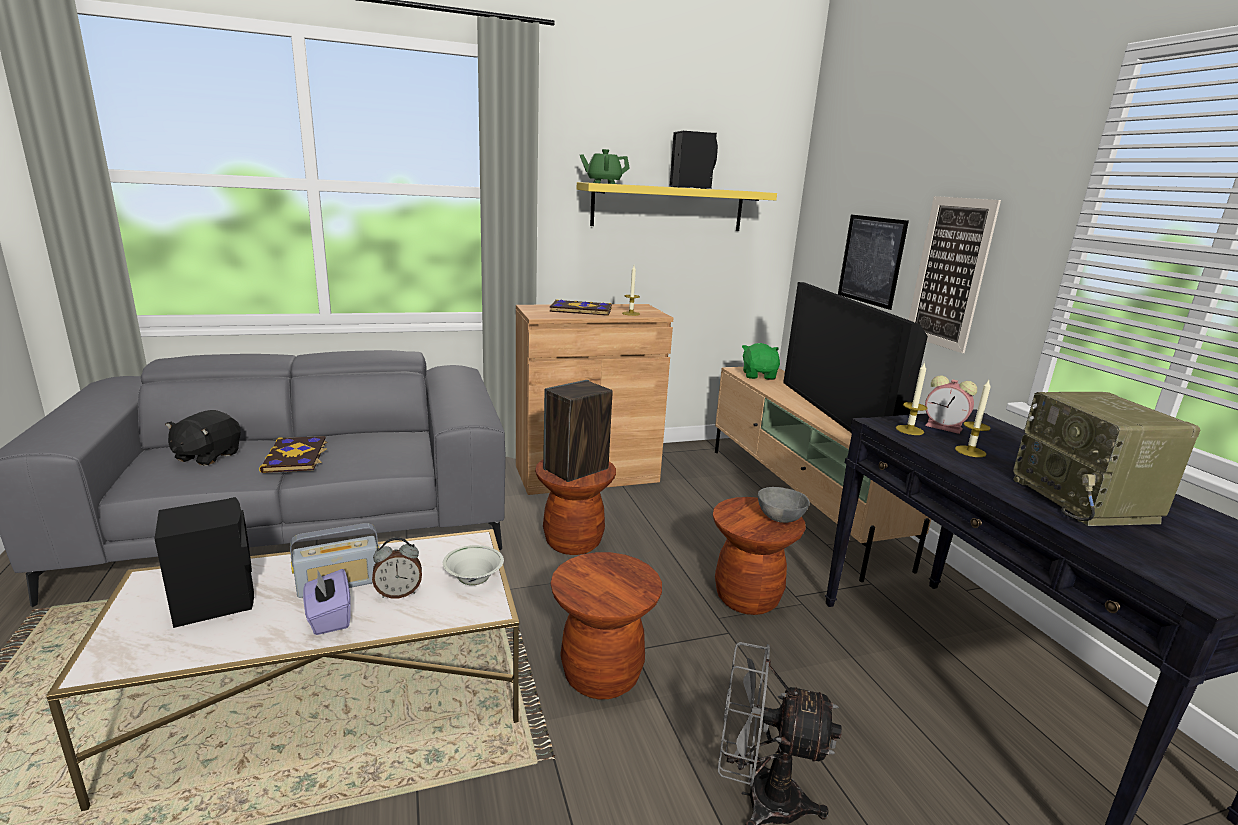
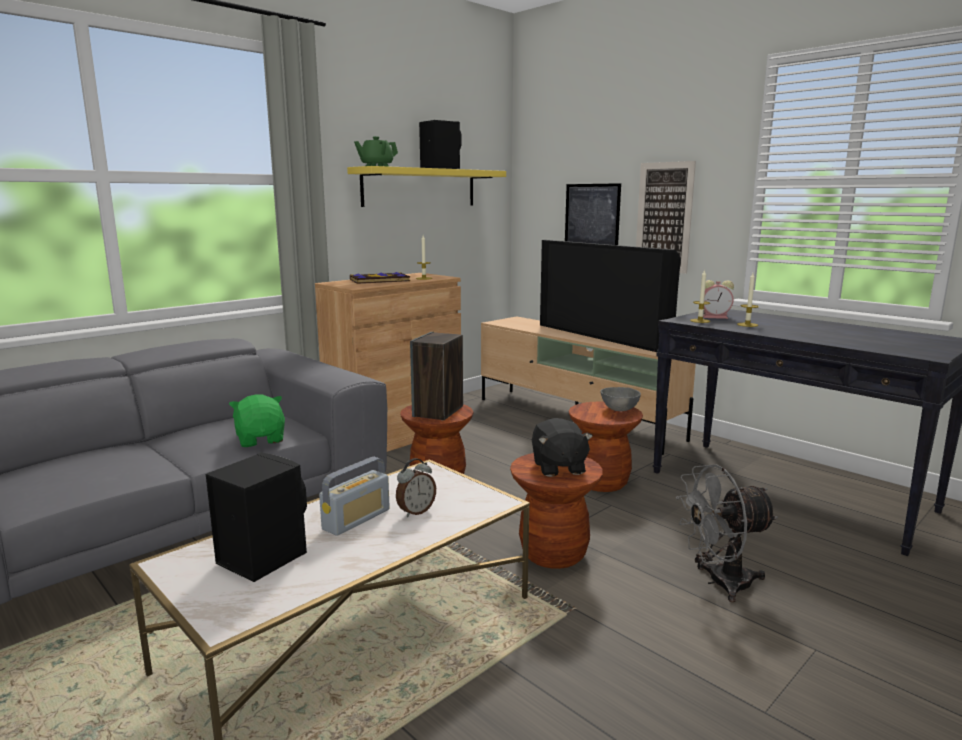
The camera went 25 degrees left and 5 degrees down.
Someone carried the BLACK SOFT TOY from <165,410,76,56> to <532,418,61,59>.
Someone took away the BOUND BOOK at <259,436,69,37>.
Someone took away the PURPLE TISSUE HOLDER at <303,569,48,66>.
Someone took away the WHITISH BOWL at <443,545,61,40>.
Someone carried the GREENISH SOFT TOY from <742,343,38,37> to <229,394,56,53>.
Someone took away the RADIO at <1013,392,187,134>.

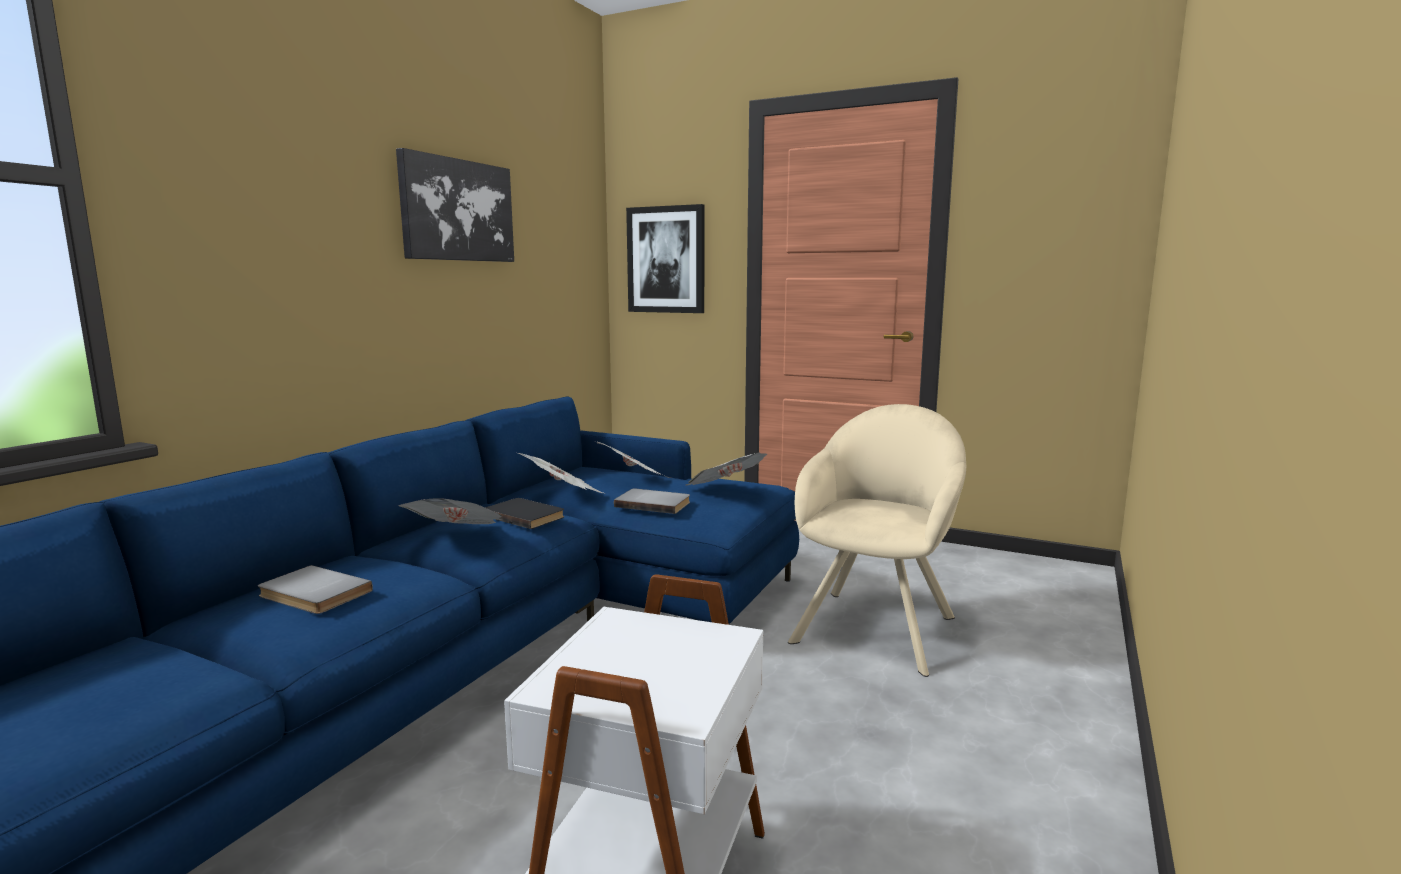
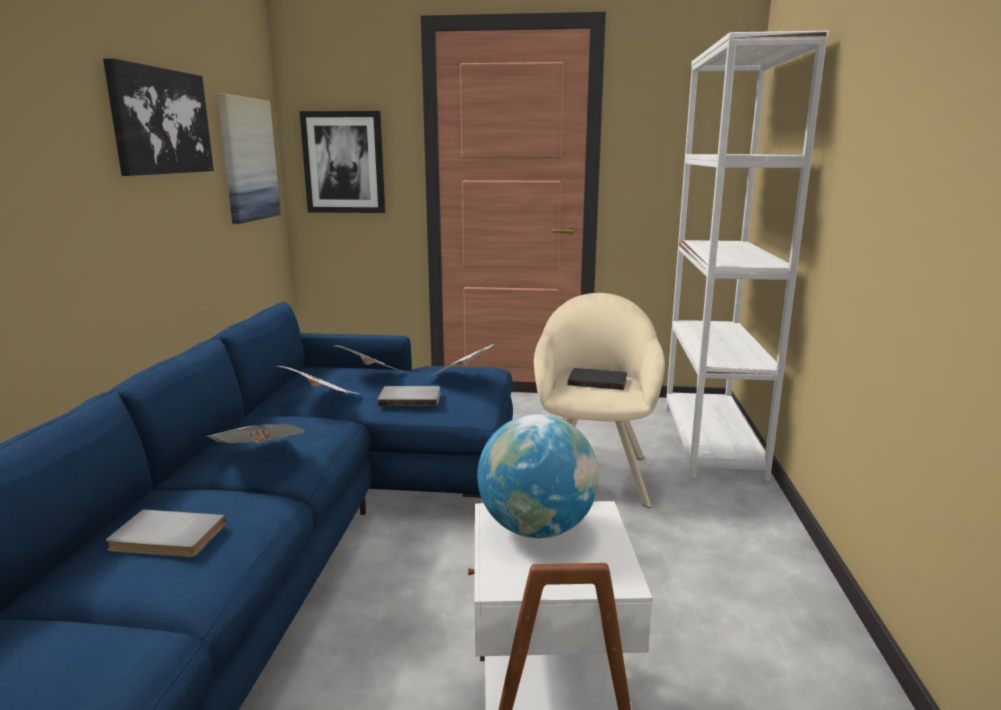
The camera went 20 degrees left and 5 degrees up.
Someone carried the BLACK BOUND BOOK from <485,498,79,31> to <568,368,59,22>.
Someone put up the PICTURE at <218,94,63,130>.
Someone put down the WORLD GLOBE at <477,414,122,124>.
Someone put down the WHITISH BOOKCASE at <666,31,163,451>.

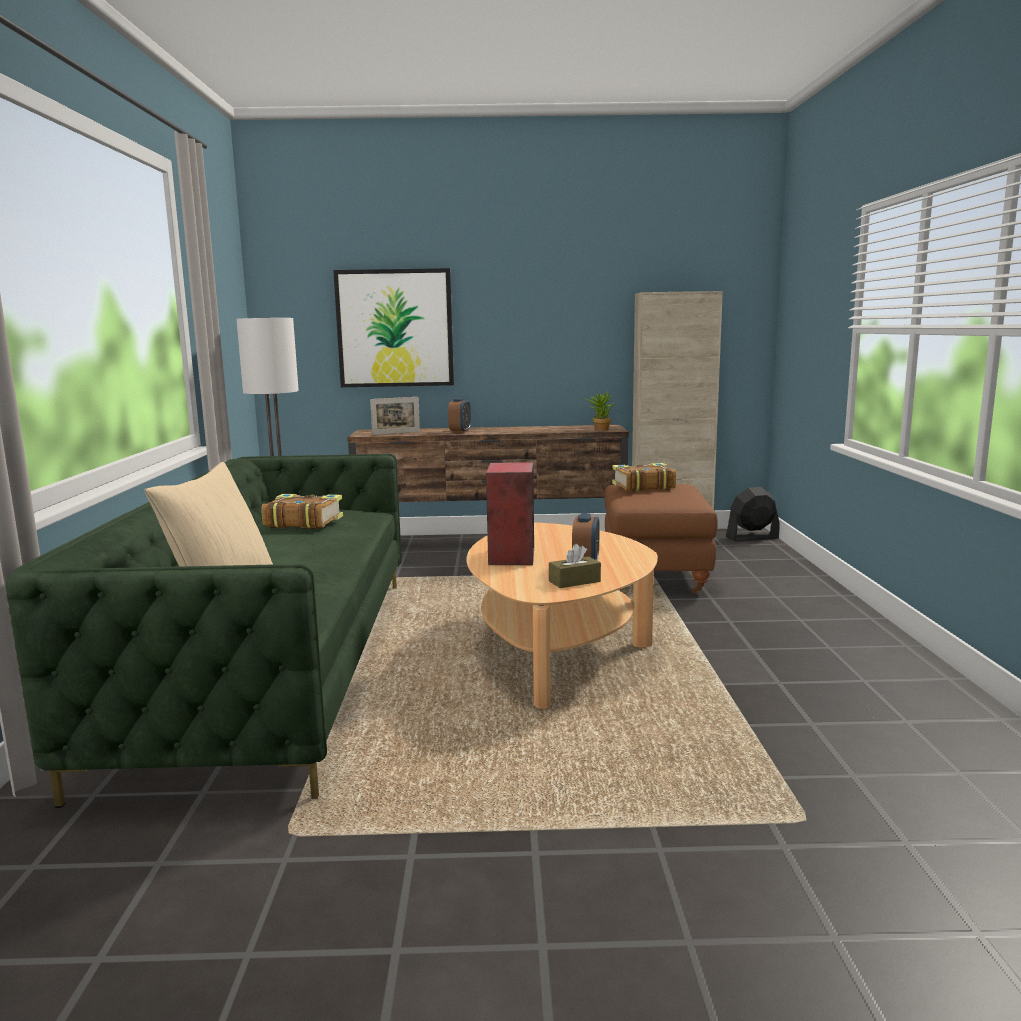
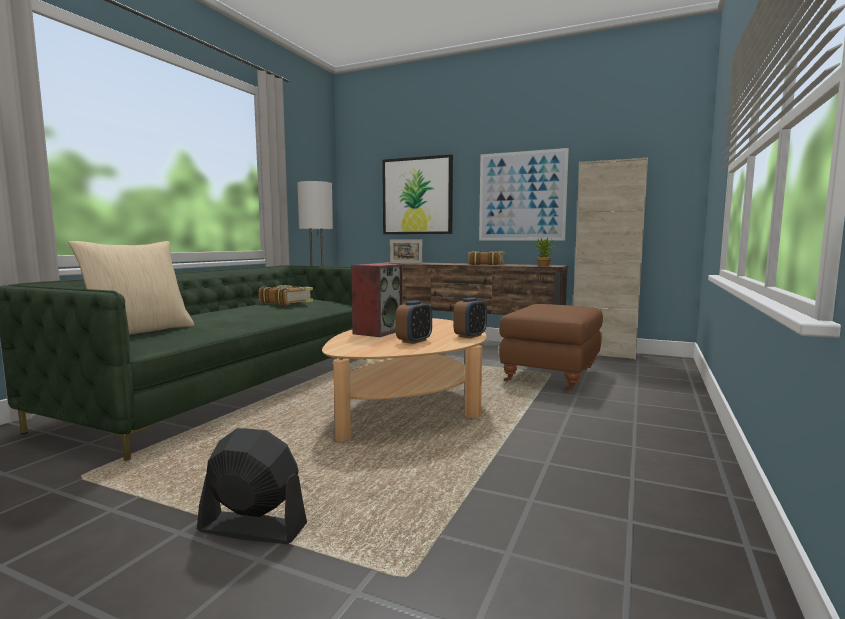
The camera went 25 degrees right and 5 degrees down.
Someone carried the TABLE CLOCK from <448,398,23,35> to <453,297,34,42>.
Someone took away the BROWN TISSUE HOLDER at <549,544,52,44>.
Someone carried the BOUND BOOK from <612,463,64,29> to <468,251,37,14>.
Someone carried the BLACK ELECTRIC FAN from <726,487,54,55> to <197,428,110,116>.
Someone put up the PICTURE at <479,148,90,93>.

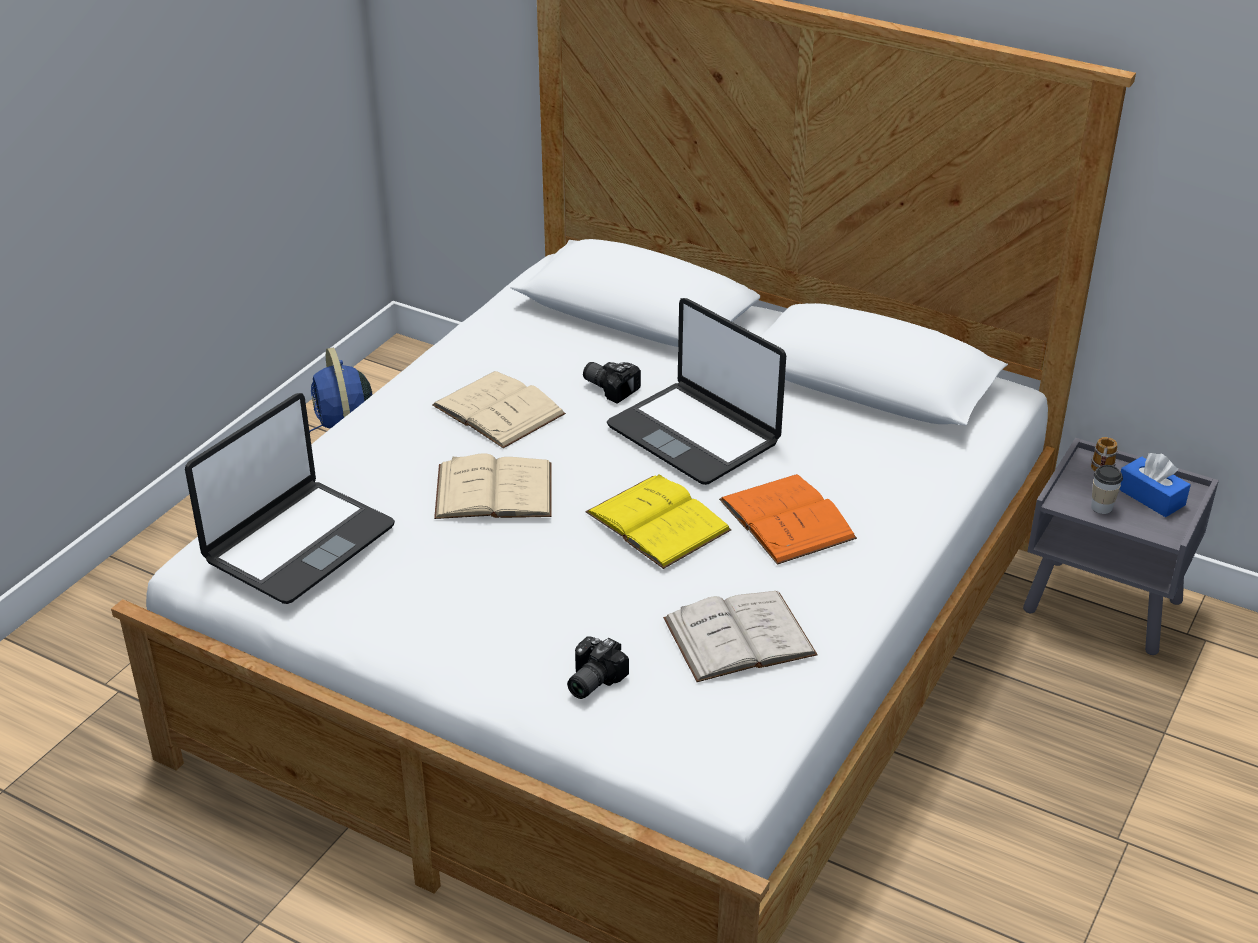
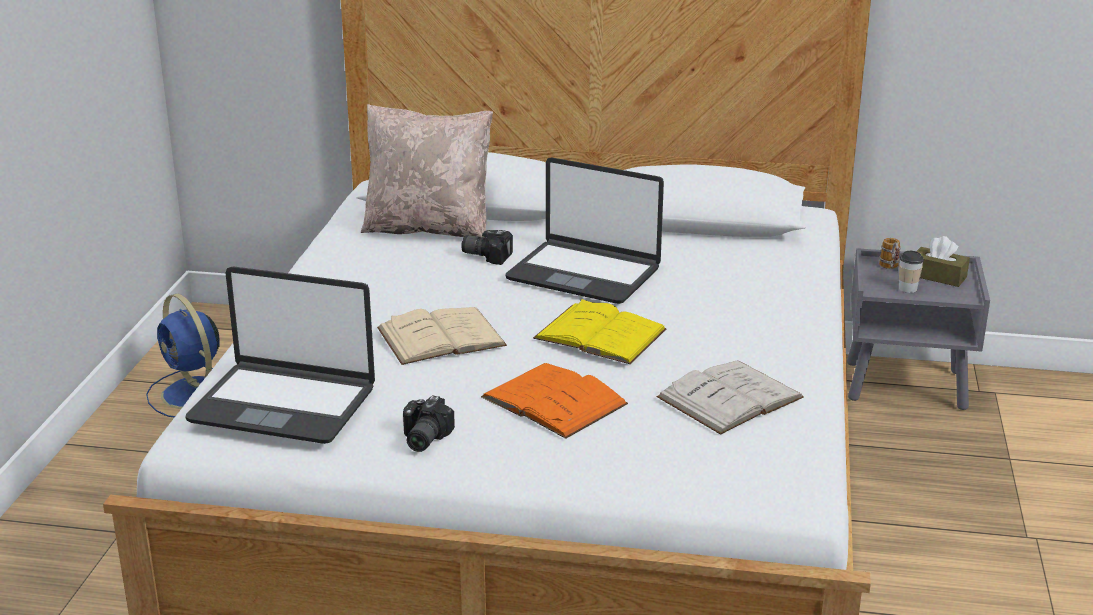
The camera went 20 degrees left and 10 degrees down.
Someone rotated the NOTEBOOK COMPUTER at <185,393,210,211> by 90 degrees clockwise.
Someone took away the BEIGE-COLOURED BOUND BOOK at <432,371,134,77>.
Someone carried the PHOTO CAMERA from <567,636,62,63> to <403,395,52,57>.
Someone carried the ORANGEY BOUND BOOK from <719,474,138,91> to <481,363,147,76>.
Someone repainted the BLUE-COLOURED TISSUE HOLDER at <1119,453,72,64>, which became the BROWN TISSUE HOLDER at <916,236,54,51>.
Someone put down the BEIGE-COLOURED CUSHION at <361,104,132,134>.

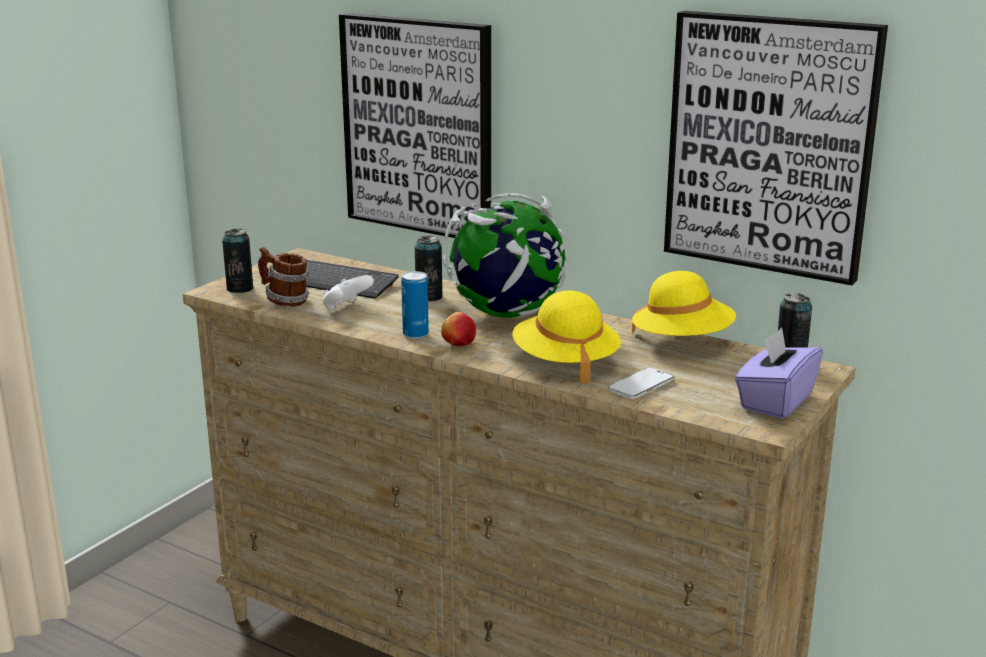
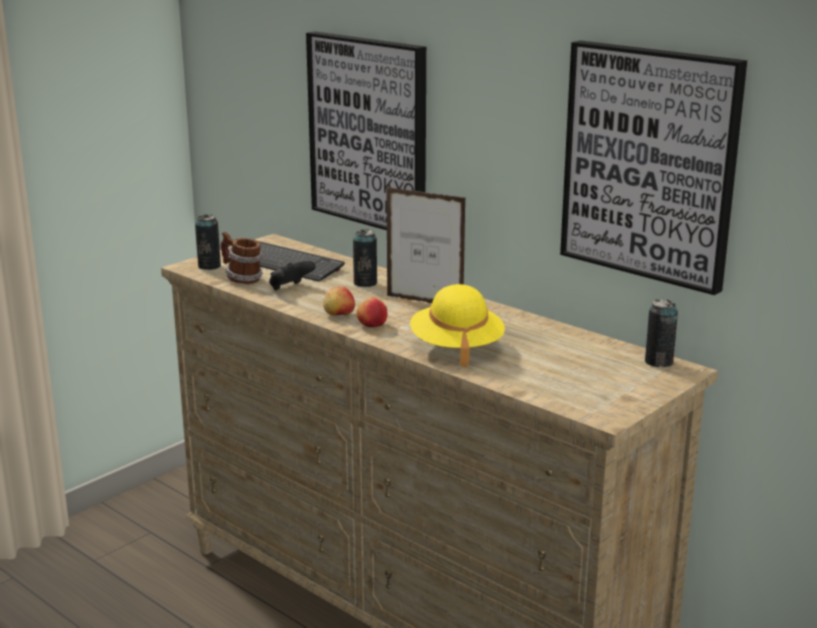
The camera went 10 degrees right and 0 degrees up.
Someone repainted the WHITISH GAMEPAD at <322,275,52,36>, which became the BLACK GAMEPAD at <269,261,47,29>.
Someone swapped the SEALED CAN at <401,271,28,68> for the WHOLE APPLE at <323,287,32,28>.
Someone swapped the WORLD GLOBE at <443,193,124,125> for the PICTURE FRAME at <386,187,80,116>.
Someone took away the TELEPHONE at <608,367,66,32>.
Someone took away the YELLOWISH WEARABLE HAT at <632,271,104,65>.
Someone took away the PURPLE TISSUE HOLDER at <735,328,88,91>.

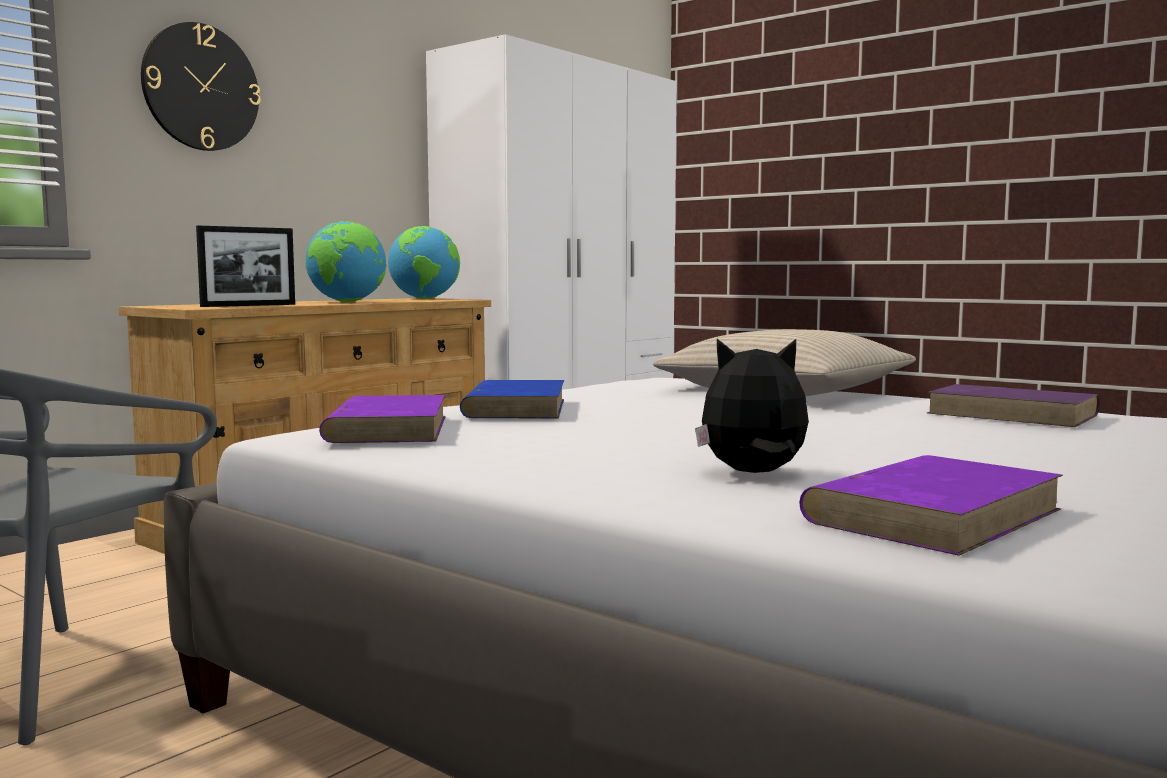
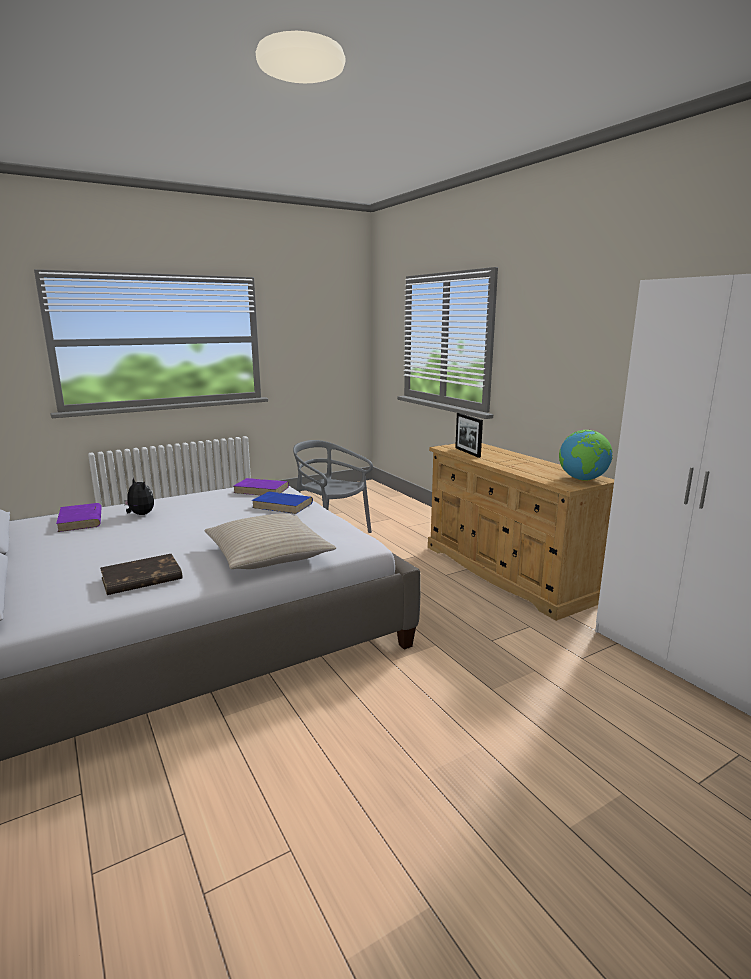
The camera went 110 degrees right and 10 degrees up.
Someone took away the HANGING CLOCK at <141,22,120,129>.
Someone took away the WORLD GLOBE at <306,221,81,81>.
Someone rotated the SOFT TOY at <695,339,114,134> by 75 degrees counterclockwise.
Someone repainted the PURPLE BOUND BOOK at <927,384,173,43>, which became the BROWN BOUND BOOK at <100,554,83,41>.

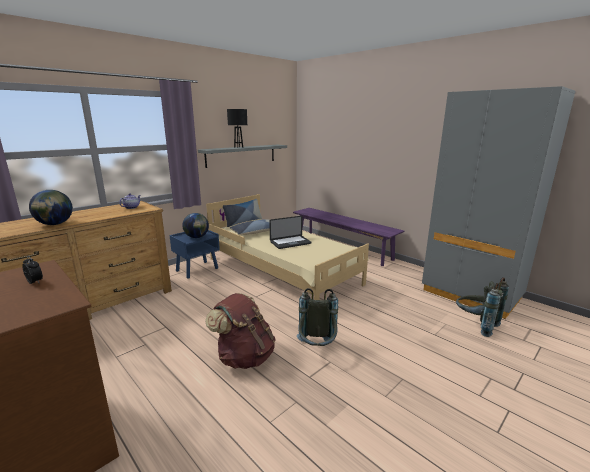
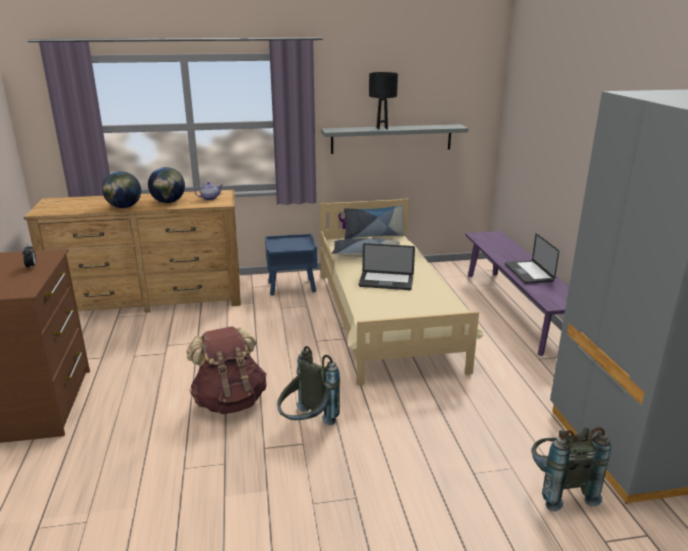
The camera went 35 degrees right and 5 degrees up.
Someone carried the WORLD GLOBE from <182,213,27,25> to <148,167,37,36>.
Someone put down the NOTEBOOK COMPUTER at <505,233,54,51>.

